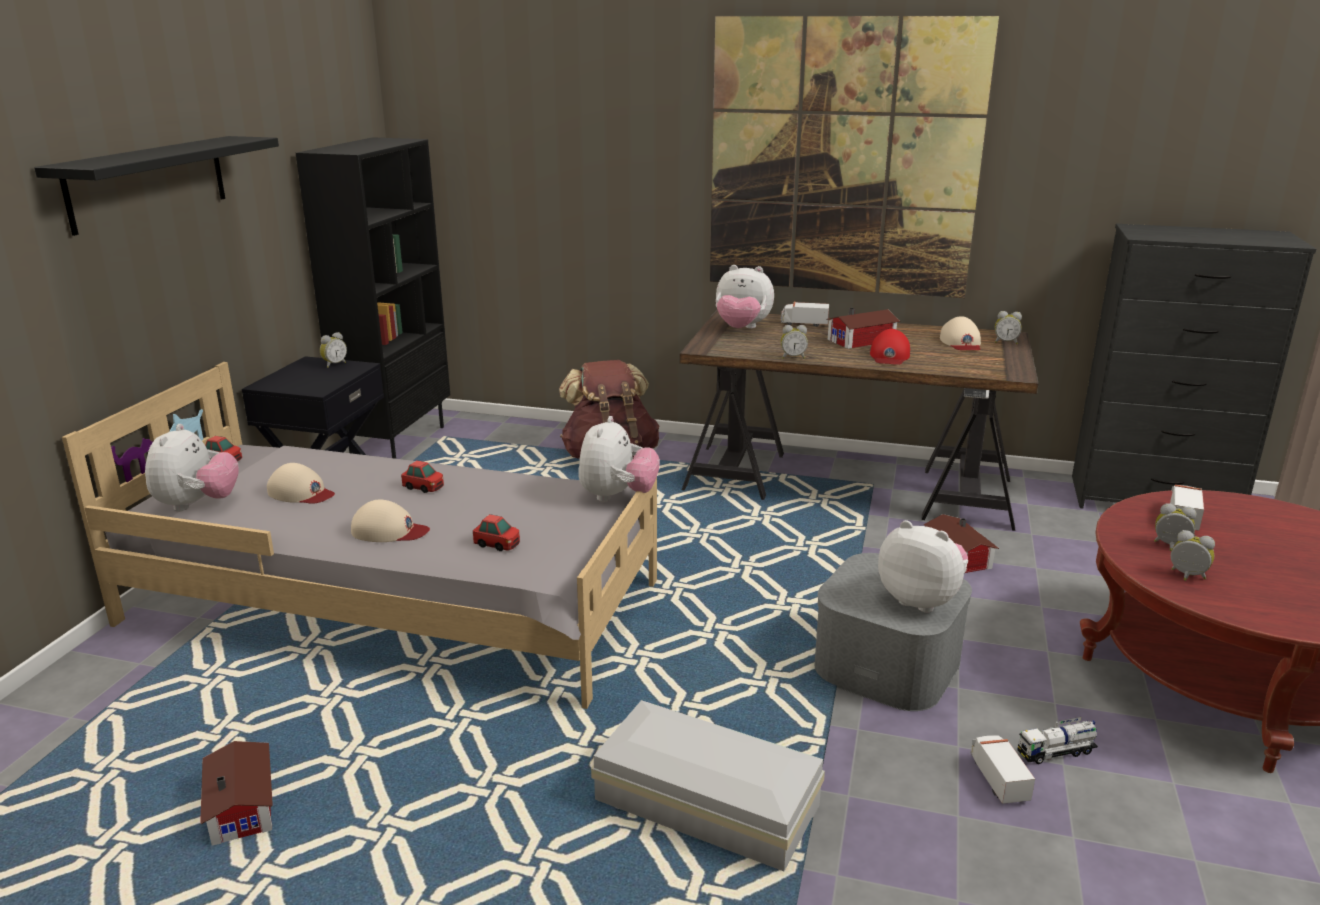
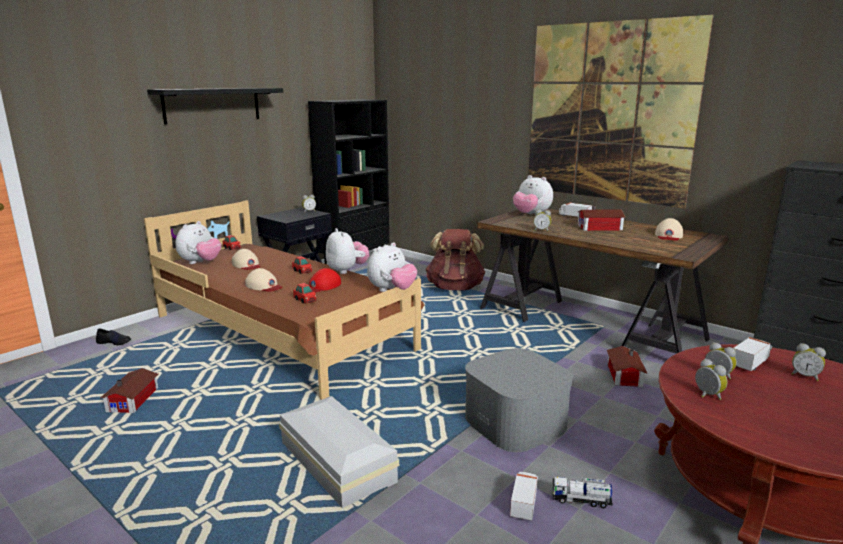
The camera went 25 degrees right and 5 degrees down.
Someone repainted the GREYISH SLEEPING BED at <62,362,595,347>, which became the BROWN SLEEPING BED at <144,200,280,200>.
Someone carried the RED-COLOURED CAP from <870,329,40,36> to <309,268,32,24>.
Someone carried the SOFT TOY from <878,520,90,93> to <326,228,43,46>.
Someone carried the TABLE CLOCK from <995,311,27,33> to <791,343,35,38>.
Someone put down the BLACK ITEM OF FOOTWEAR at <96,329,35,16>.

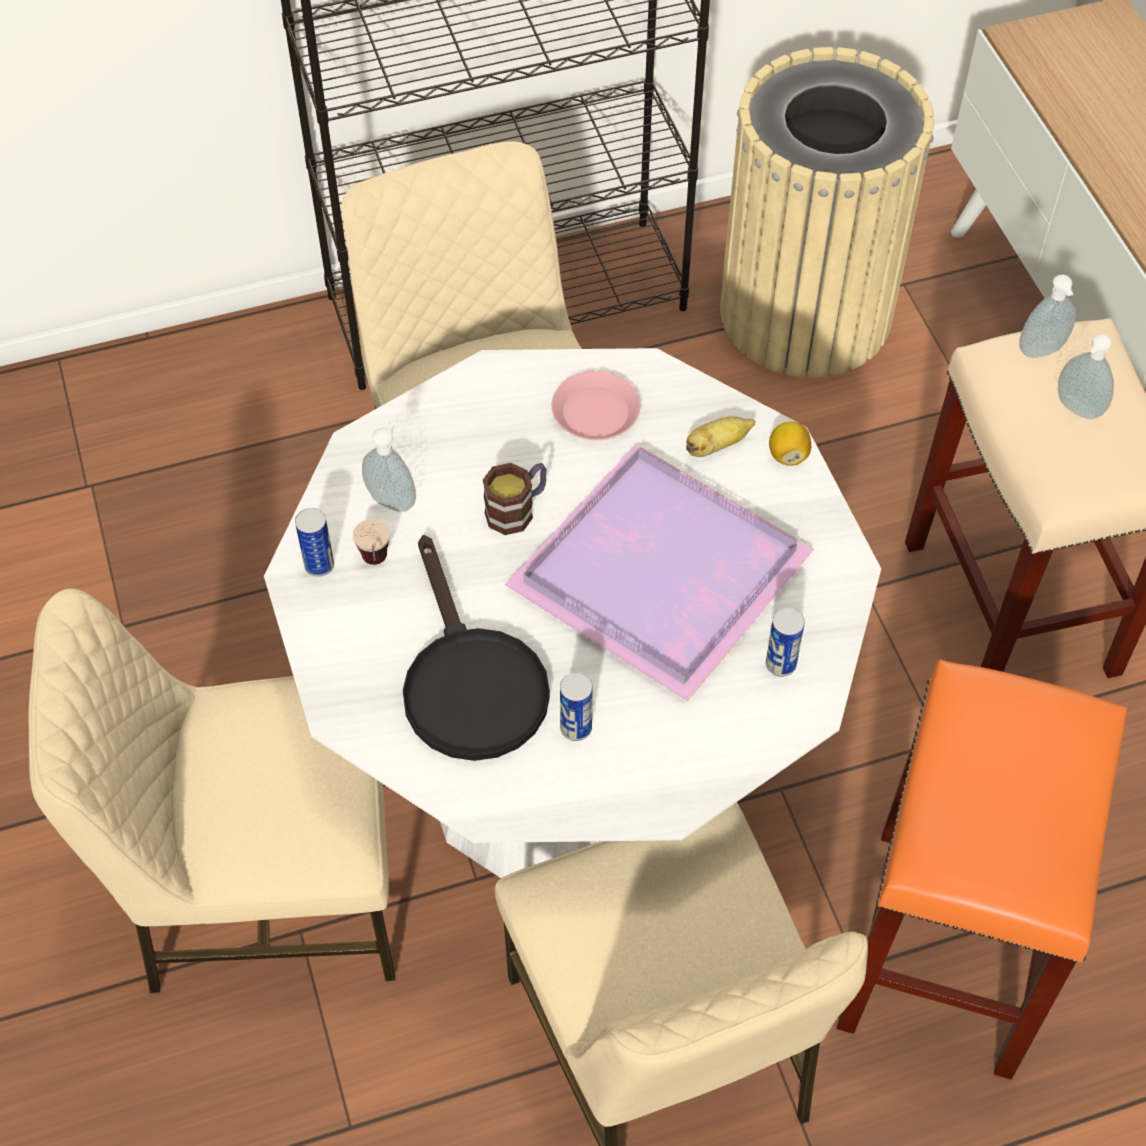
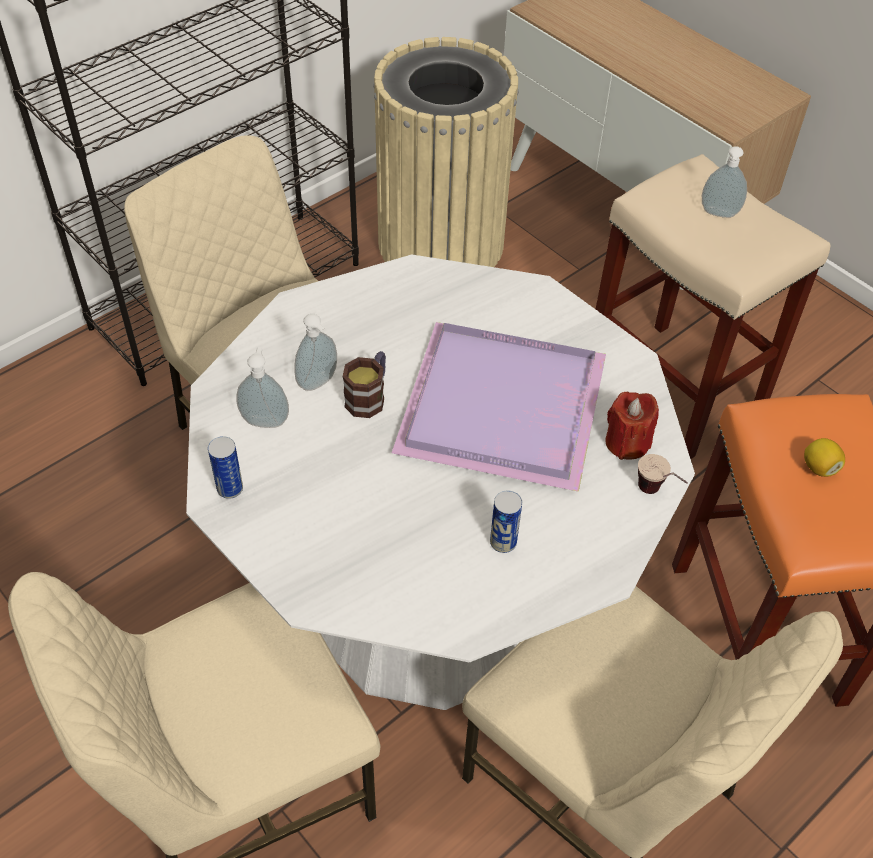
The camera went 25 degrees left and 5 degrees down.
Someone carried the CUP from <353,519,37,46> to <638,454,50,40>.
Someone took away the BLACK PAN at <403,535,147,226>.
Someone took away the PINK-COLOURED DINNER PLATE at <552,371,88,69>.
Someone took away the BANANA at <686,416,70,41>.
Someone swapped the SEALED CAN at <766,608,39,69> for the RED-COLOURED WAX LIGHT at <605,391,54,69>.
Someone carried the LEMON from <769,421,42,45> to <804,438,41,39>.
Someone carried the SOAP BOTTLE from <1019,275,57,83> to <294,314,43,77>.

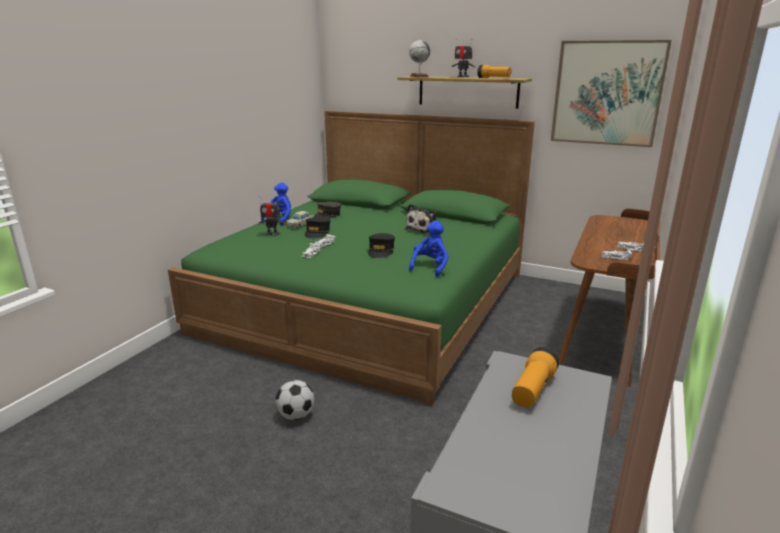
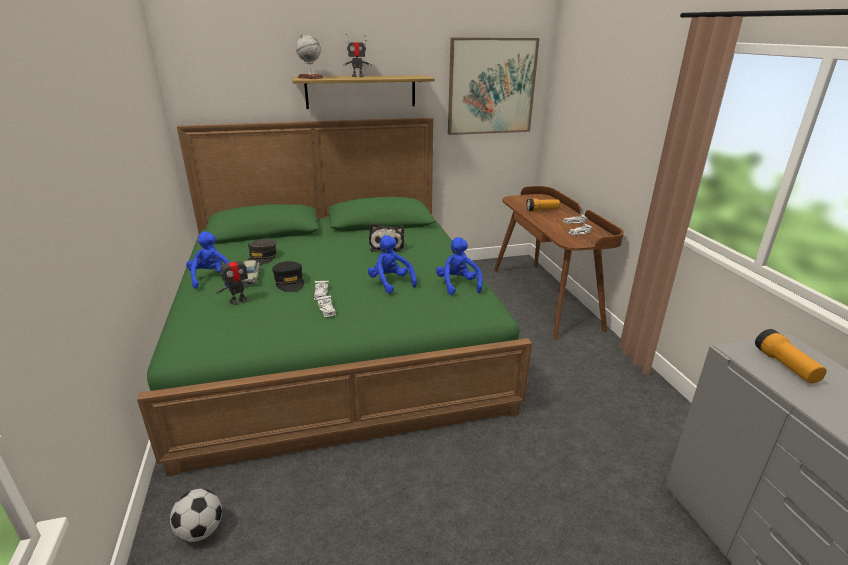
The camera went 40 degrees left and 5 degrees up.
Someone carried the BALL FOR FOOTBALL from <275,380,39,40> to <170,489,52,53>.
Someone swapped the BLACK CAP at <368,233,27,25> for the BLUE-COLOURED SOFT TOY at <368,235,49,59>.
Someone carried the TORCH from <477,65,34,13> to <526,199,34,12>.

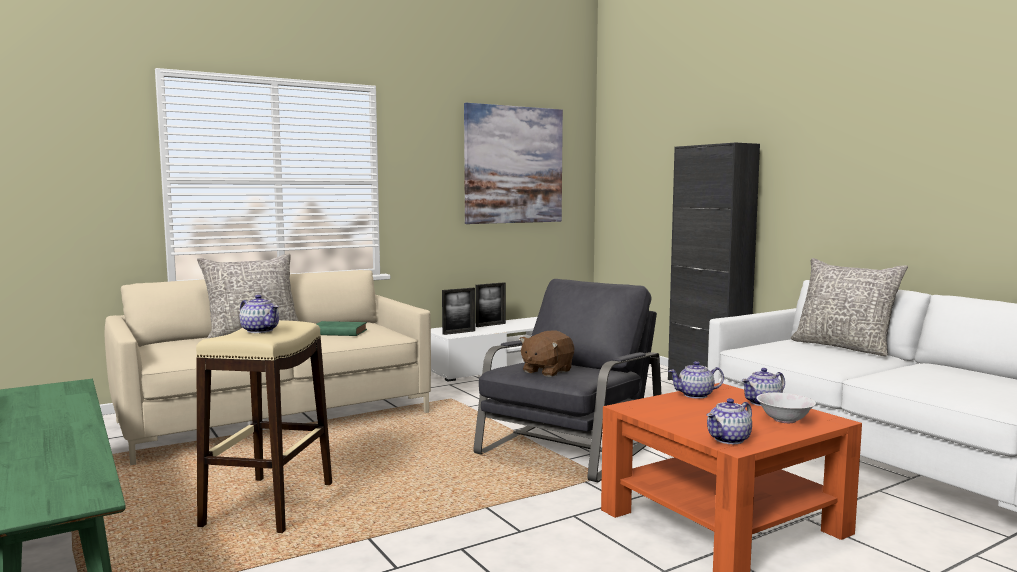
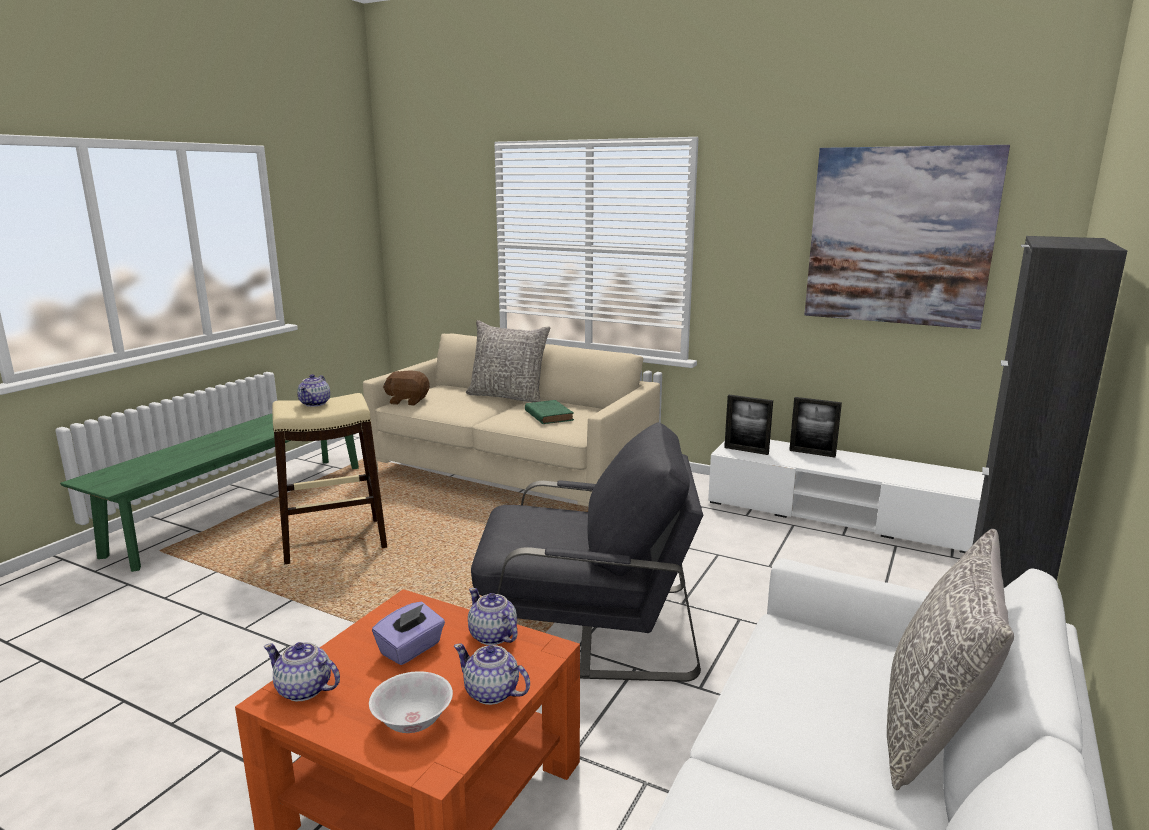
The camera went 60 degrees right and 10 degrees up.
Someone carried the BROWN SOFT TOY from <520,330,54,47> to <383,370,47,35>.
Someone put down the PURPLE TISSUE HOLDER at <372,601,73,64>.

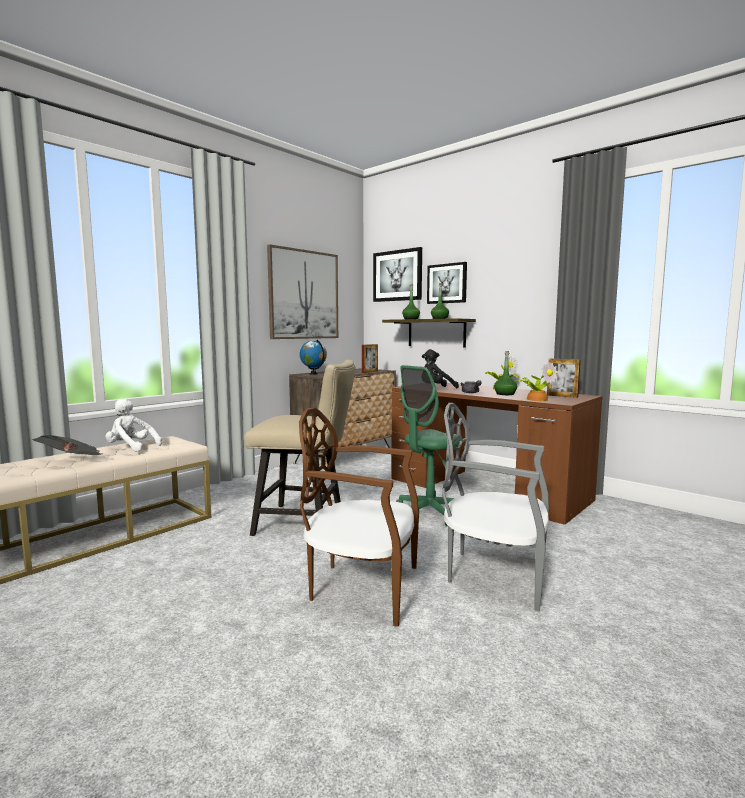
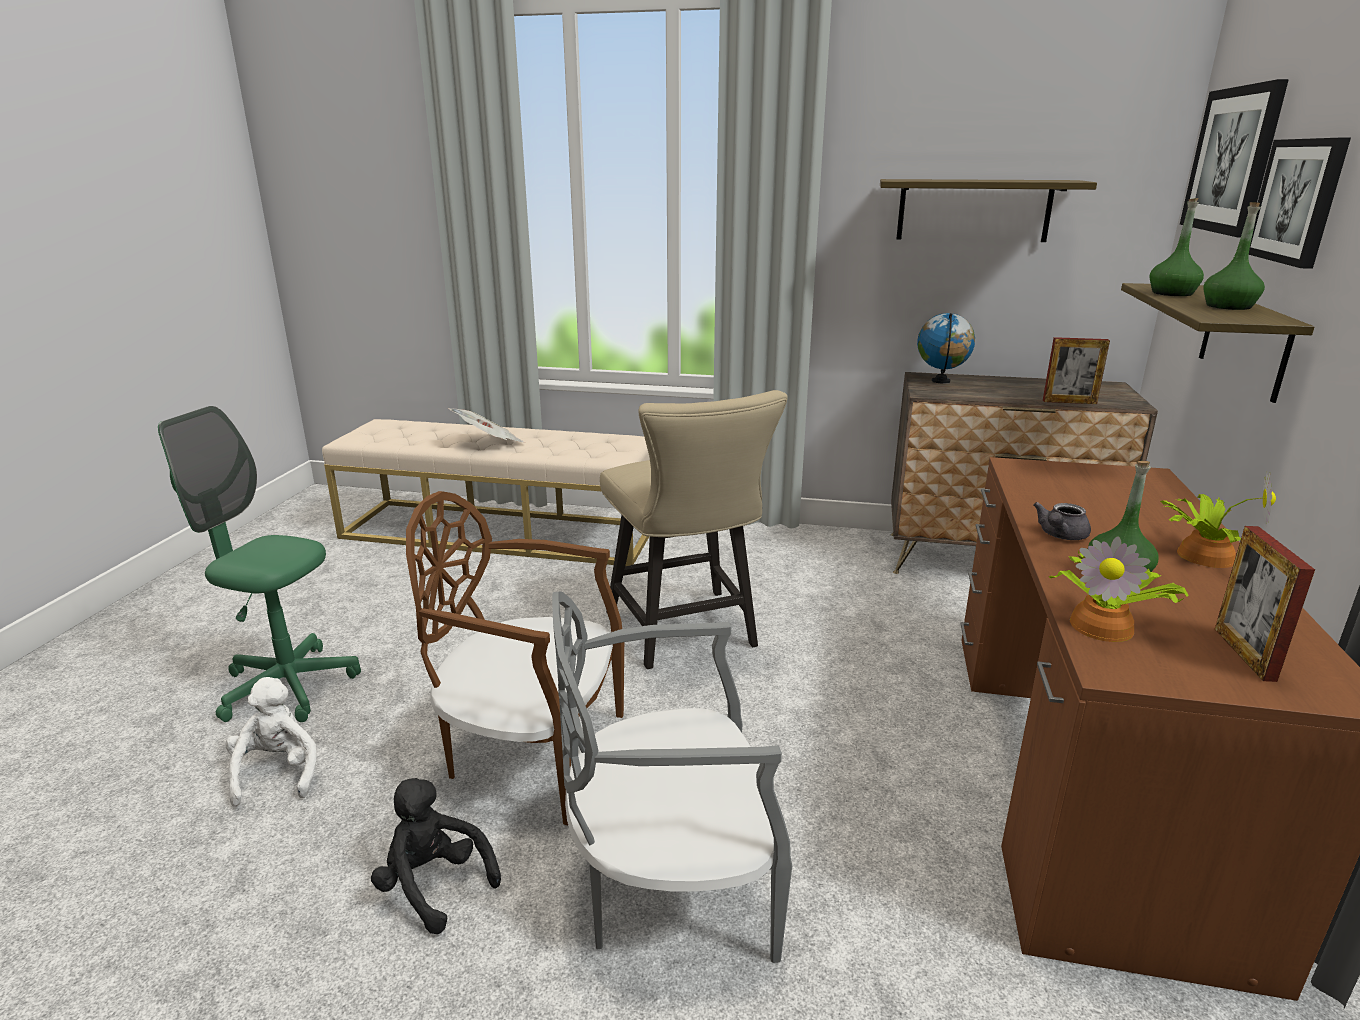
The camera went 60 degrees right and 15 degrees up.
Someone carried the WHITISH SOFT TOY from <106,398,56,53> to <225,677,92,129>.
Someone swapped the PICTURE at <267,244,71,95> for the WALL SHELF at <880,179,217,63>.
Someone rotated the BROWN CHAIR at <299,408,120,219> by 60 degrees counterclockwise.
Someone carried the GREENISH OFFICE CHAIR from <396,365,64,161> to <158,406,203,316>.
Someone carried the BLACK SOFT TOY from <422,349,37,39> to <371,778,130,156>.
Someone rotated the GREYISH CHAIR at <442,403,107,208> by 90 degrees counterclockwise.

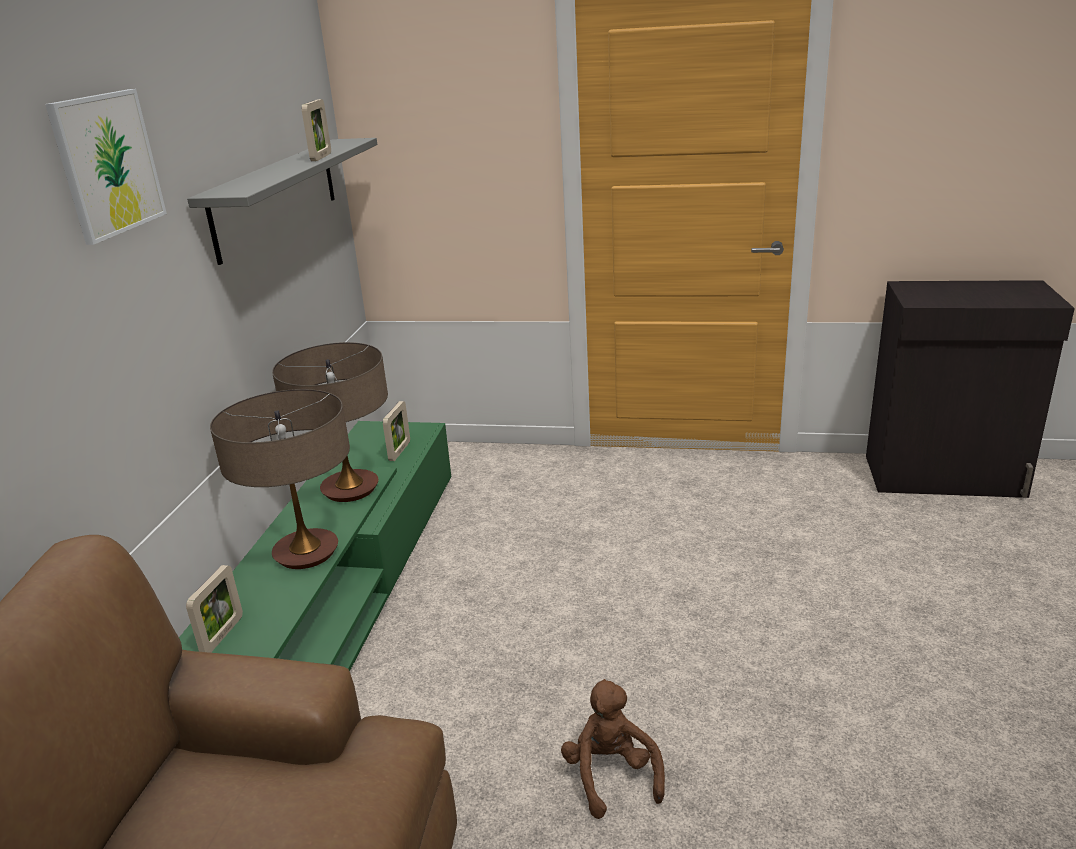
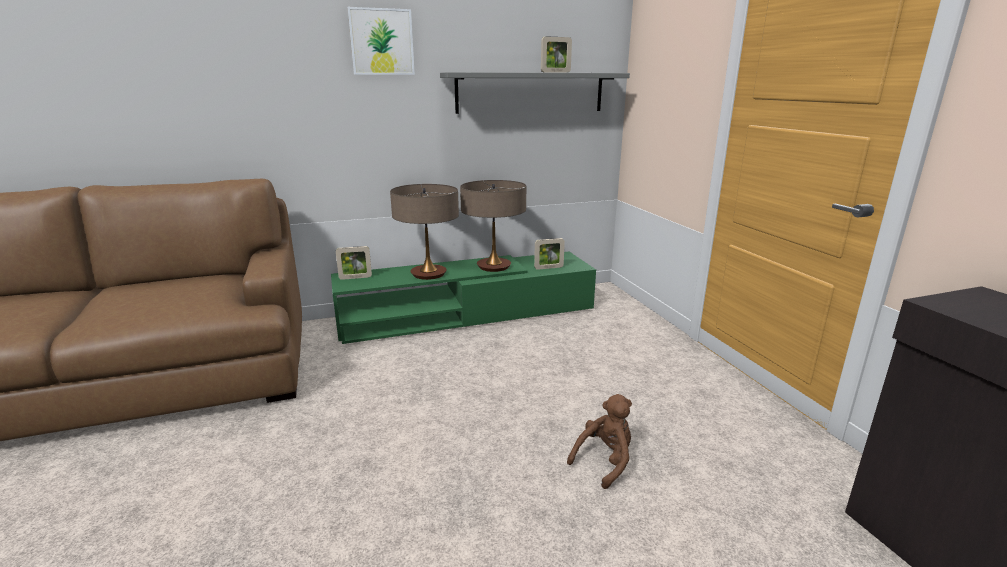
The camera went 60 degrees right and 5 degrees down.
Someone carried the BROWN SOFT TOY from <561,679,104,140> to <567,394,65,95>.

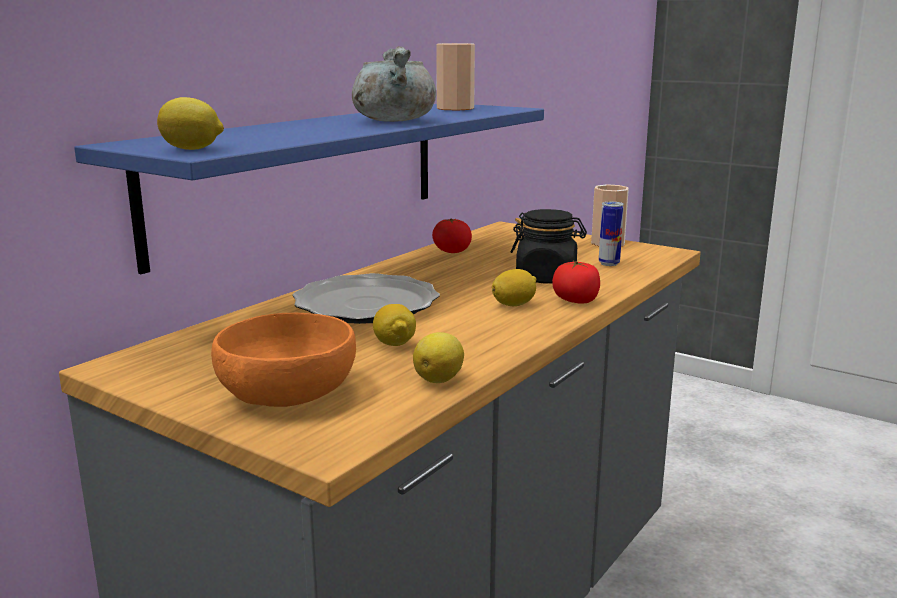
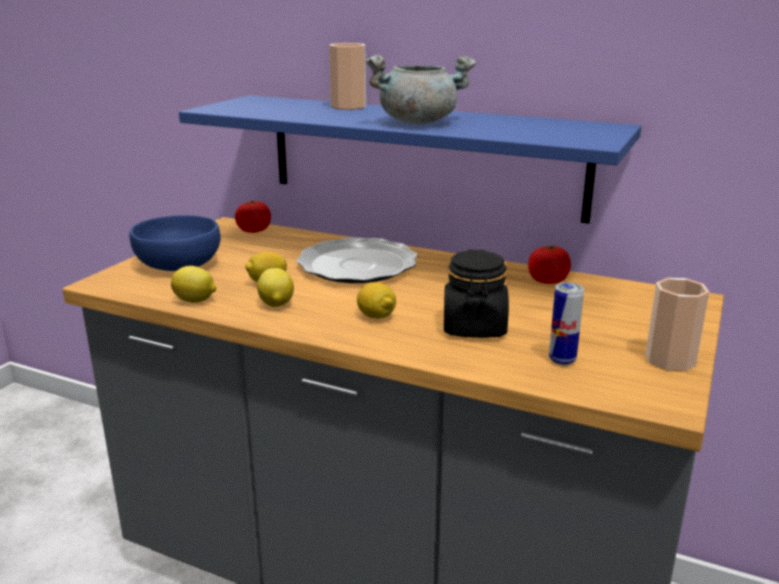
The camera went 80 degrees right and 5 degrees up.
Someone carried the LEMON from <157,97,67,53> to <257,268,37,39>.
Someone repainted the ORANGEY BOWL at <211,313,145,94>, which became the BLUE-COLOURED BOWL at <129,215,92,56>.
Someone carried the CUP from <436,43,39,67> to <329,43,37,67>.
Someone carried the WHOLE TOMATO from <552,261,48,43> to <235,201,36,32>.

